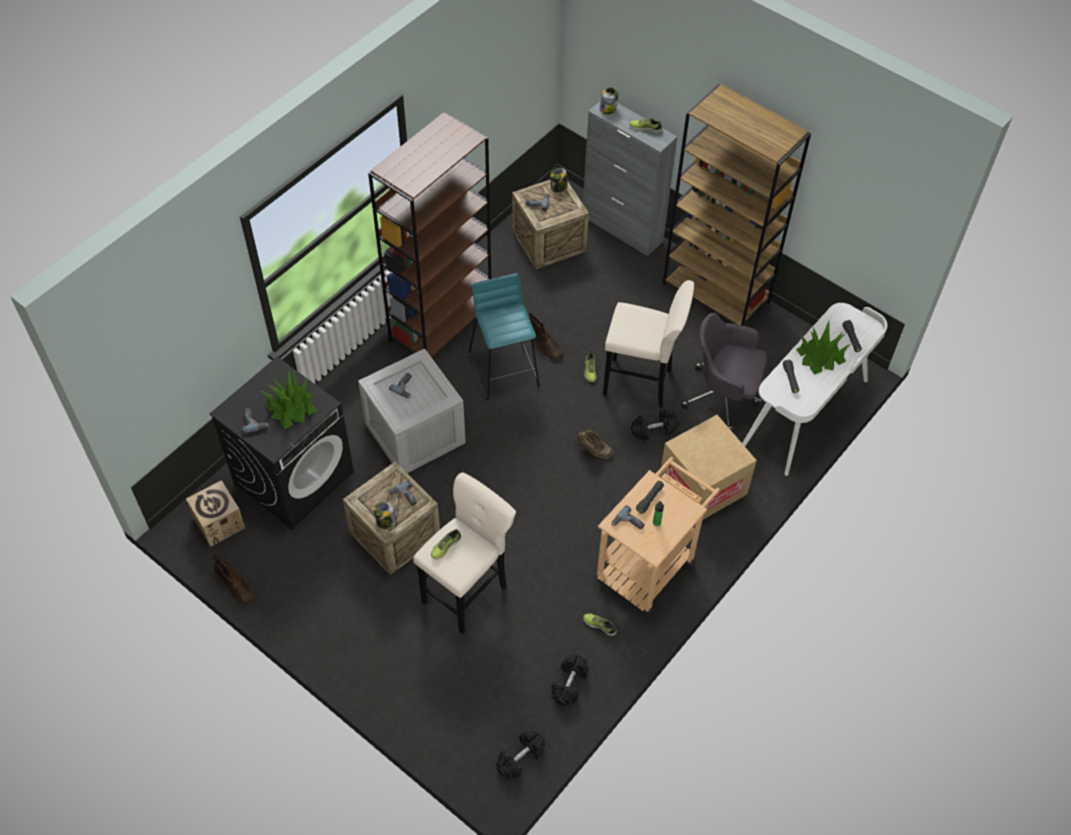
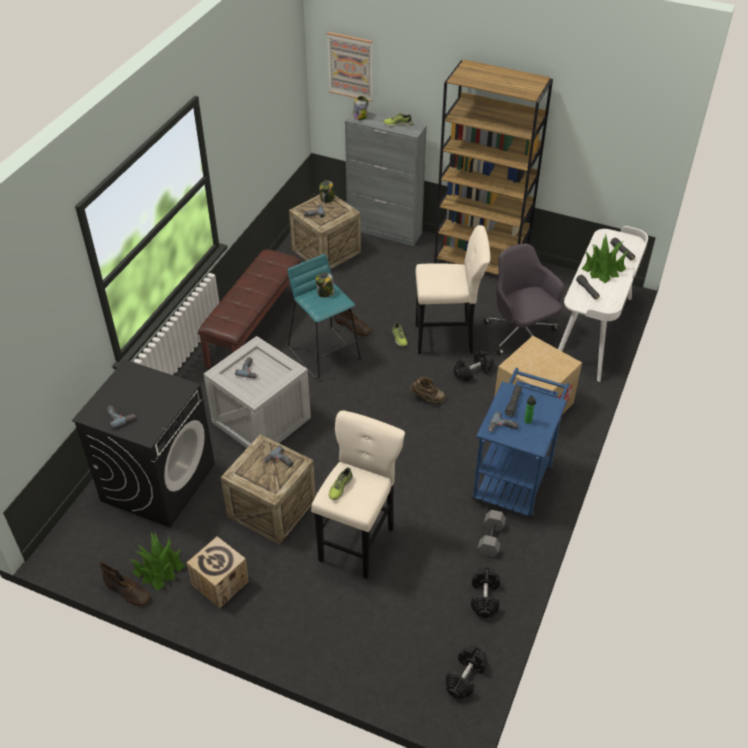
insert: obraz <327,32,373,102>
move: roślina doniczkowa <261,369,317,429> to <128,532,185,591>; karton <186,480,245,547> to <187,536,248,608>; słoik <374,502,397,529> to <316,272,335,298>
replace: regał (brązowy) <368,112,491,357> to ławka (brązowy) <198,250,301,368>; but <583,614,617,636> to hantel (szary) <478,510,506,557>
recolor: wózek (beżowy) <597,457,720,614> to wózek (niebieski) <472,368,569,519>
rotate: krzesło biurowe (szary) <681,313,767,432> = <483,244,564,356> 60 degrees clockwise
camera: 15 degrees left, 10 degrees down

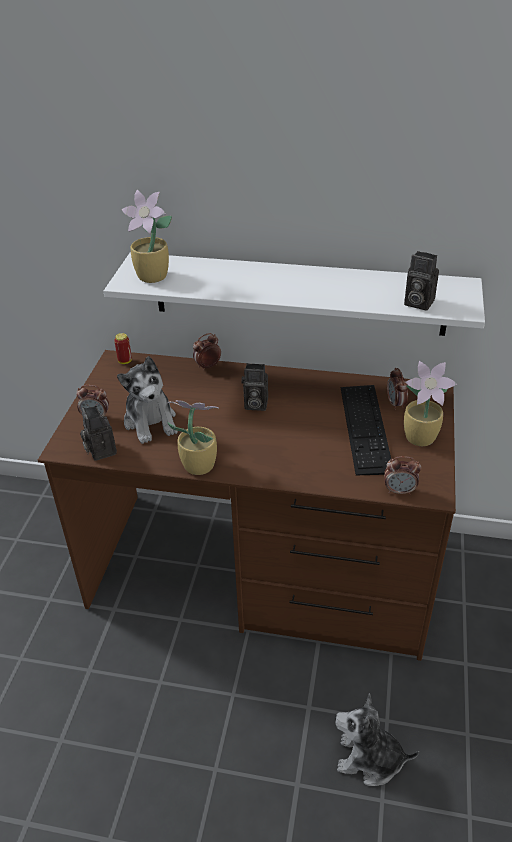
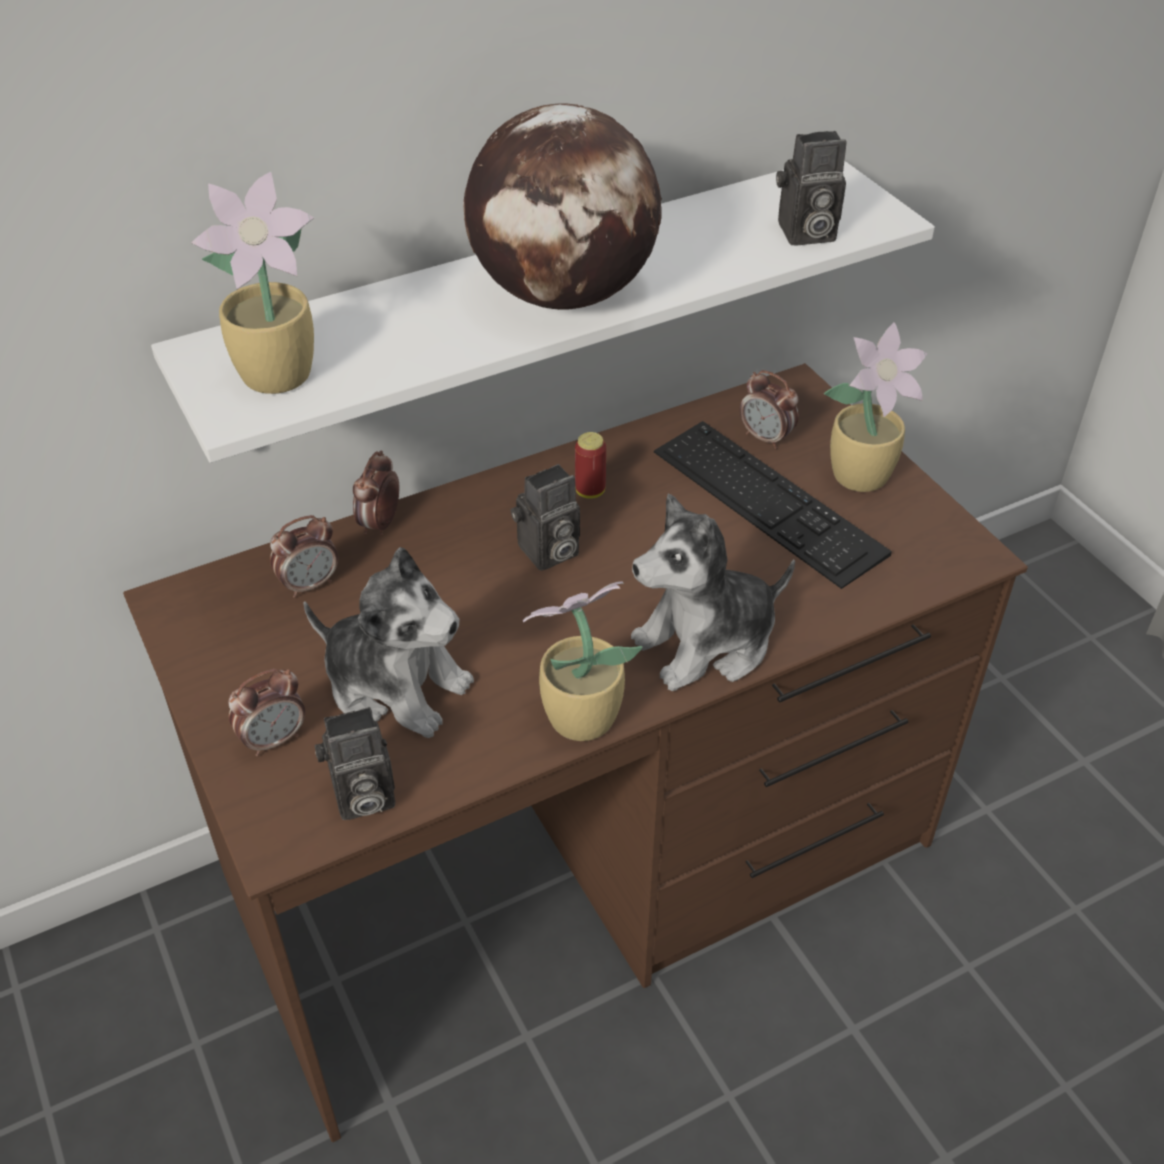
insert: globus <463,104,662,310>
move: budzik <384,456,421,495> to <270,515,339,598>; puszka <114,333,132,364> to <575,432,606,499>; pluszak <335,693,419,786> to <631,493,795,691>
rotate: aparat fotograficzny <80,406,117,461> = <315,707,395,820> 45 degrees counterclockwise
camera: 40 degrees left, 5 degrees up

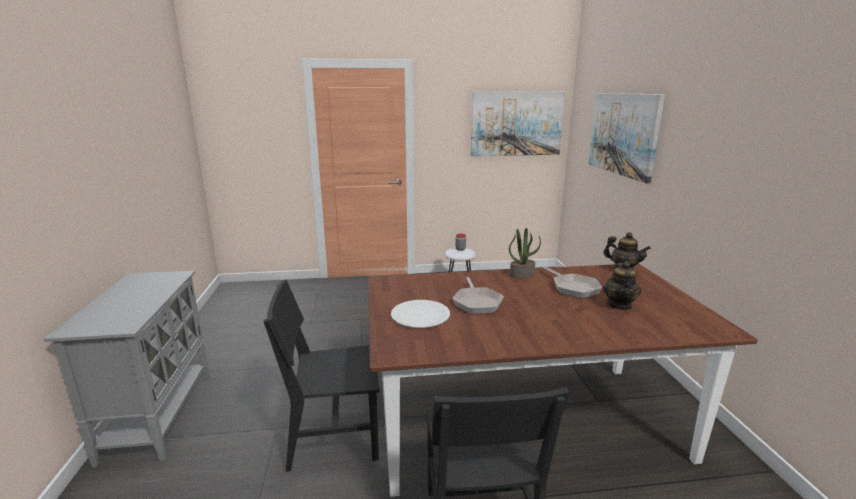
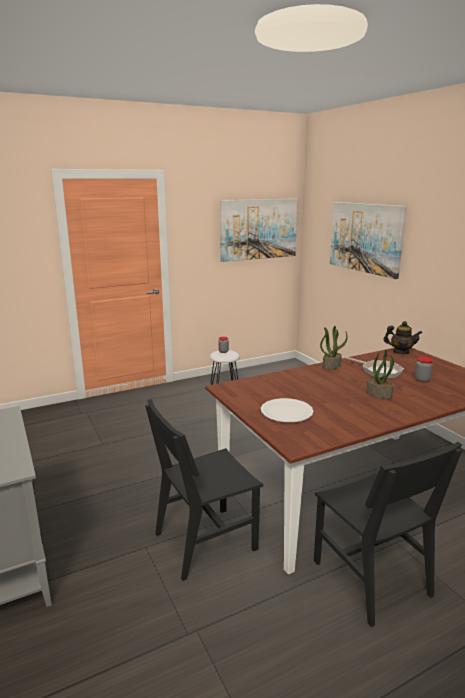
delete: patelnia <453,277,503,314>
insert: roślina doniczkowa <366,349,394,399>
replace: imbryk <603,261,641,310> to słoik <415,357,433,382>
camera: 20 degrees left, 0 degrees up

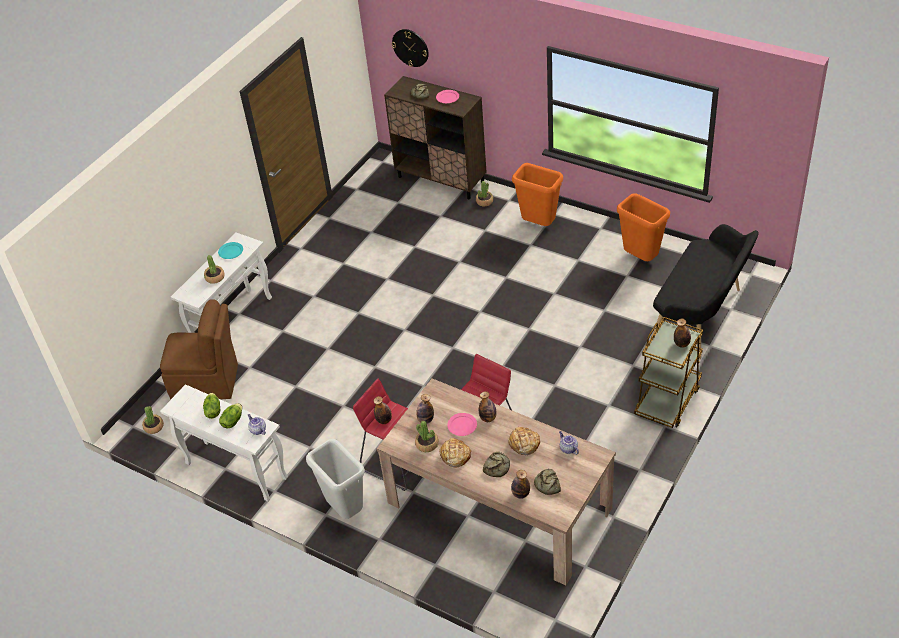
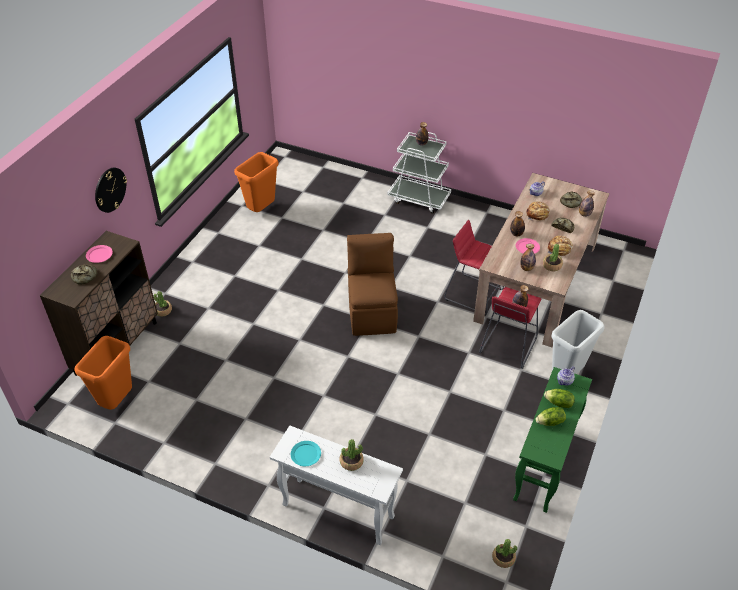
delete: ławka (czarny) <653,224,759,359>
move: kosz na śmieci (pomarańczowy) <512,163,563,226> to <74,336,132,410>; zegar ścienny <392,29,428,67> to <95,168,127,213>; krzesło (brązowy) <160,300,238,399> to <347,233,398,336>
recolor: wózek (brązowy) <634,317,703,428> to wózek (biały) <387,132,451,214>; stolik konsolowy (biały) <160,384,288,502> to stolik konsolowy (zielony) <513,367,592,513>
camera: 100 degrees left, 0 degrees up

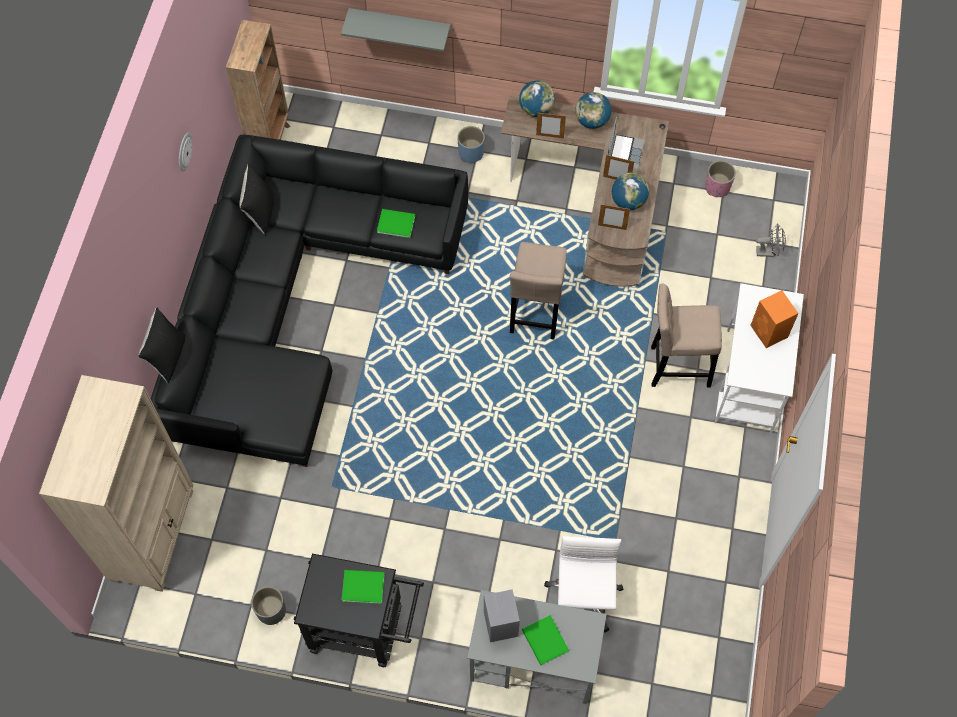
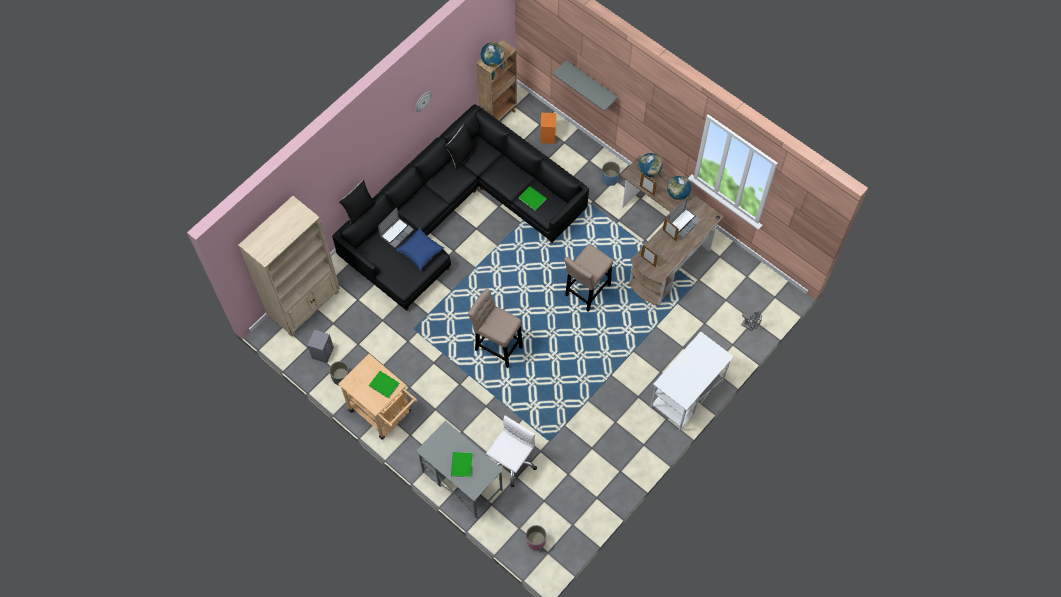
insert: laptop <378,208,414,248>; poduszka (niebieski) <396,228,444,270>
move: głośnik (szary) <484,589,520,642> to <307,330,334,363>; stołek (beżowy) <651,284,722,387> to <468,288,523,368>; globus <612,173,649,210> to <481,42,504,67>; donica (różowy) <705,160,736,197> to <526,525,547,550>; głośnik (pomarańczowy) <750,290,799,348> to <540,113,556,144>
recolor: wózek (czarny) <294,554,424,667> to wózek (beżowy) <338,354,417,439>
camera: 30 degrees right, 0 degrees up

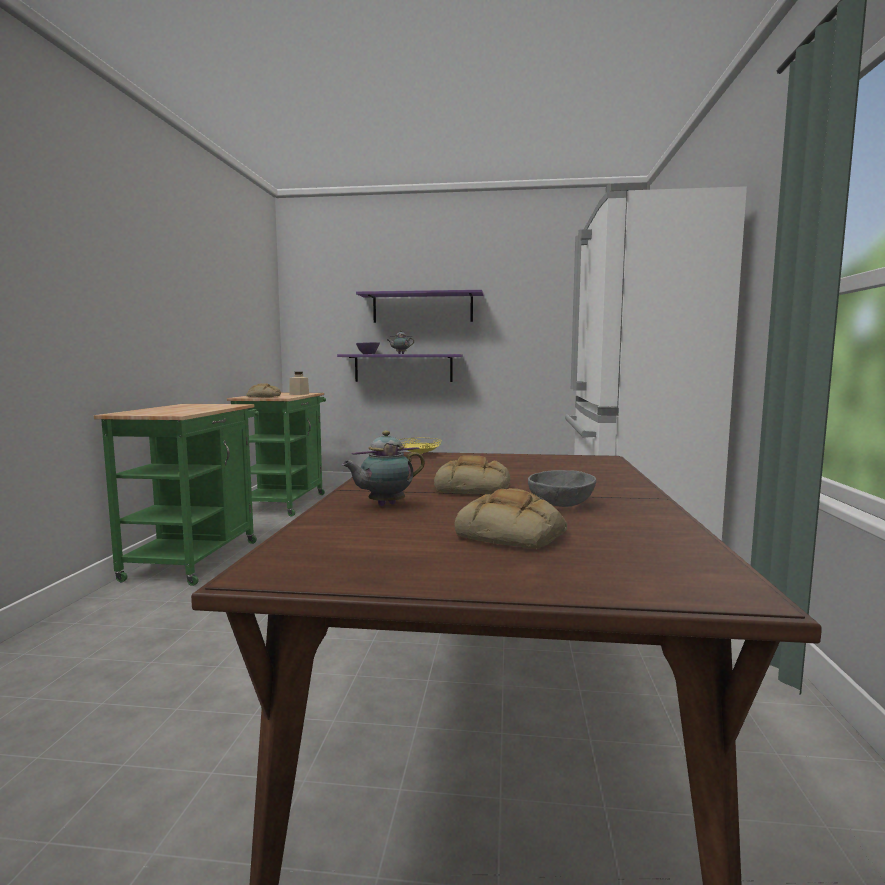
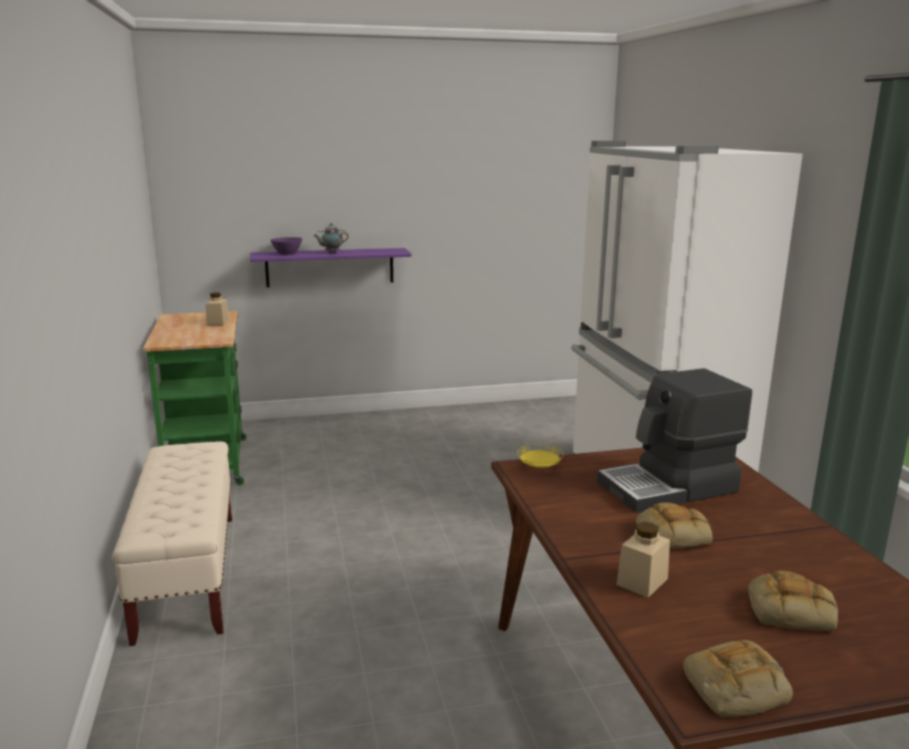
delete: półka (fioletowy) <356,290,484,323>; miska (szary) <528,470,596,507>
insert: ekspres do kawy <597,368,752,513>
move: chleb <246,383,281,398> to <683,640,793,717>
replace: wózek (zielony) <94,404,259,586> to ławka (beżowy) <112,441,232,646>; imbryk <342,430,425,506> to słoik (beżowy) <616,522,670,598>
camera: 20 degrees left, 10 degrees up

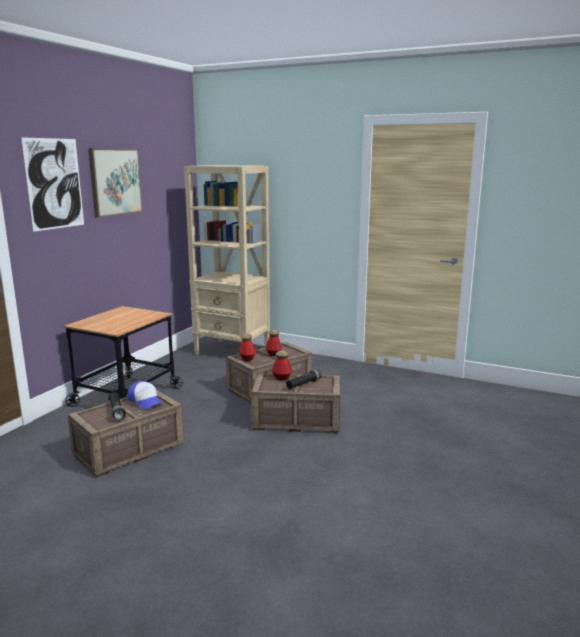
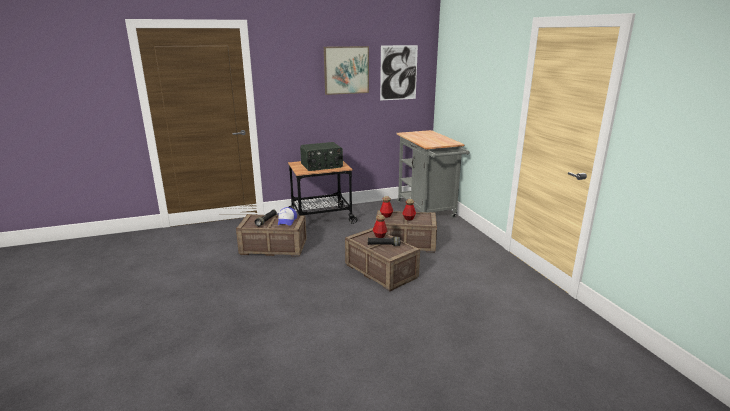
insert: radio <300,142,343,171>
move: obraz <21,137,84,232> to <380,45,418,101>
replace: regał (beżowy) <184,165,270,354> to wózek (szary) <397,130,470,218>
camera: 45 degrees right, 5 degrees up

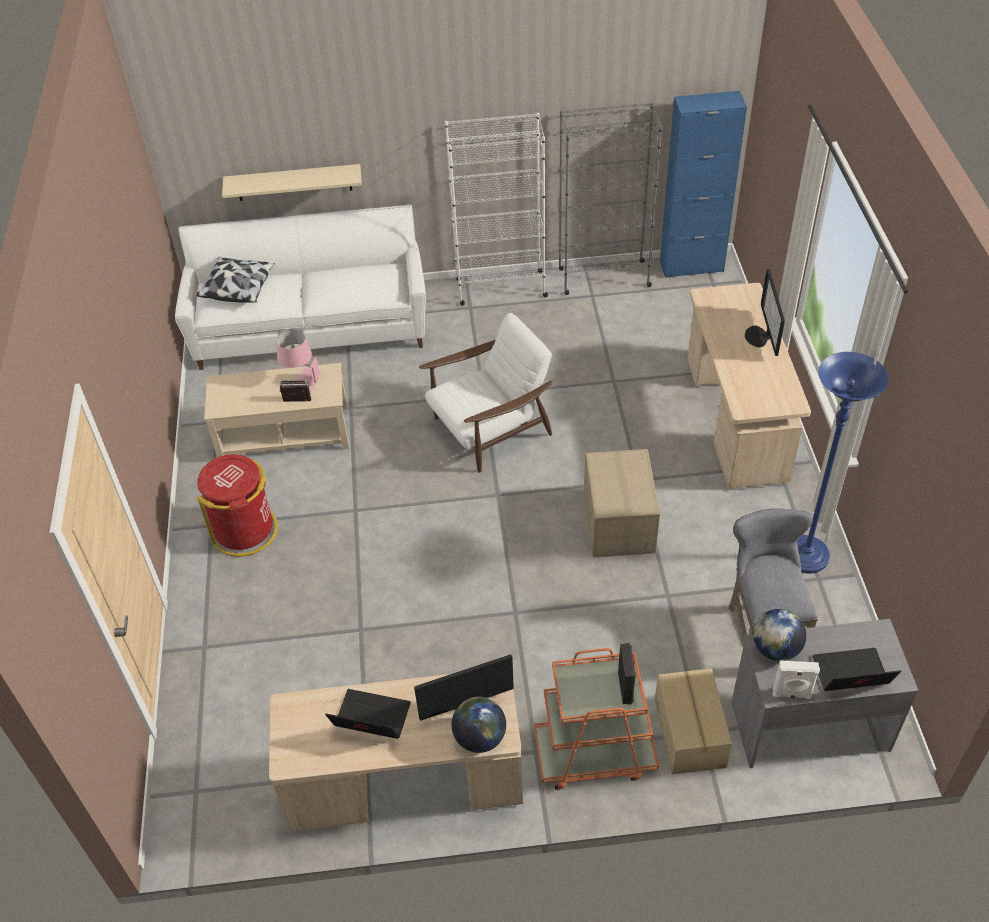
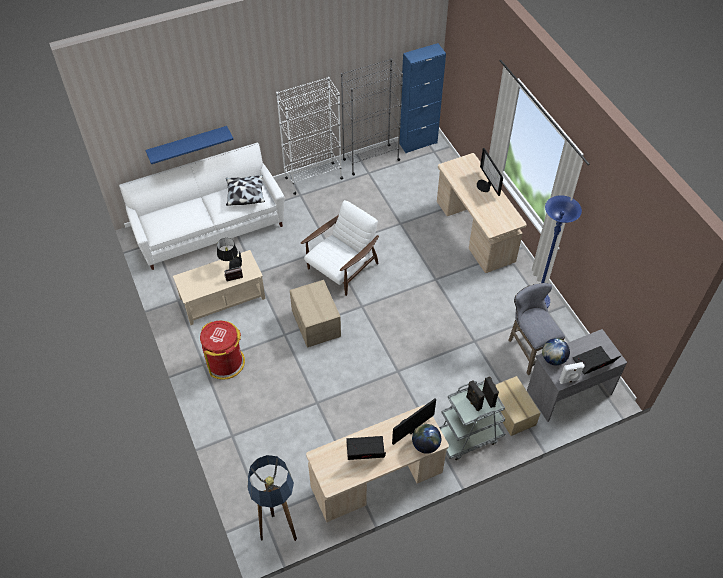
insert: lampa stojąca <247,455,297,541>; głośnik (czarny) <466,380,485,411>
move: poduszka <196,257,275,303> to <226,175,265,206>; karton <584,449,660,557> to <290,280,341,348>
recolor: półka (beżowy) <222,164,362,201> to półka (niebieski) <145,126,234,164>; lampa stołowa (różowy) <277,329,322,391> to lampa stołowa (czarny) <217,238,242,269>; wózek (pomarańczowy) <534,648,659,790> to wózek (szary) <439,381,506,460>
camera: 20 degrees left, 5 degrees up

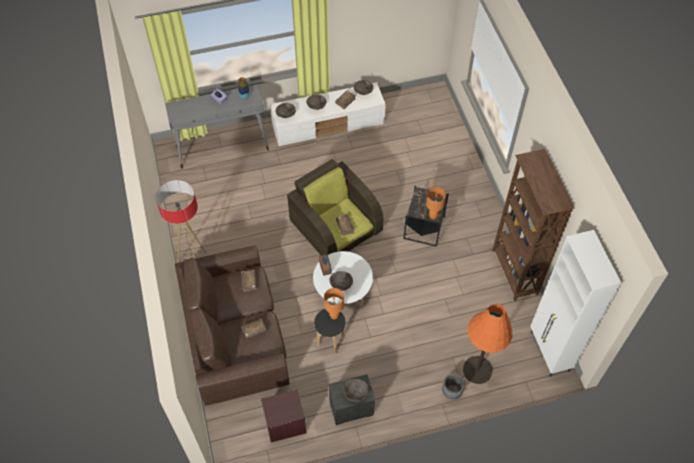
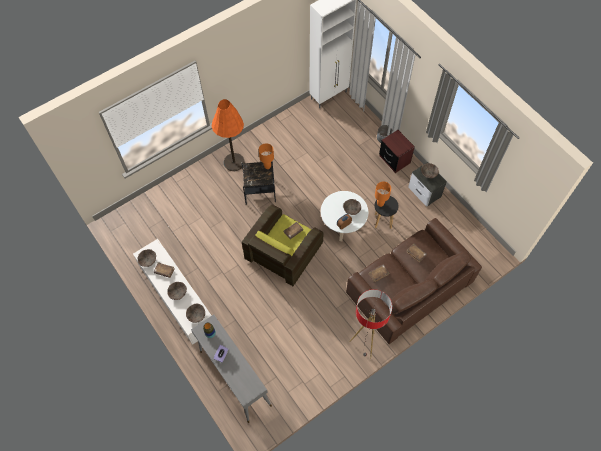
delete: regał (brązowy) <492,149,575,301>
move: lampa stojąca (pomarańczowy) <463,304,512,384> to <212,99,245,171>; szafka nocna (brązowy) <261,390,306,443> to <379,130,415,173>
camera: 110 degrees left, 5 degrees up

